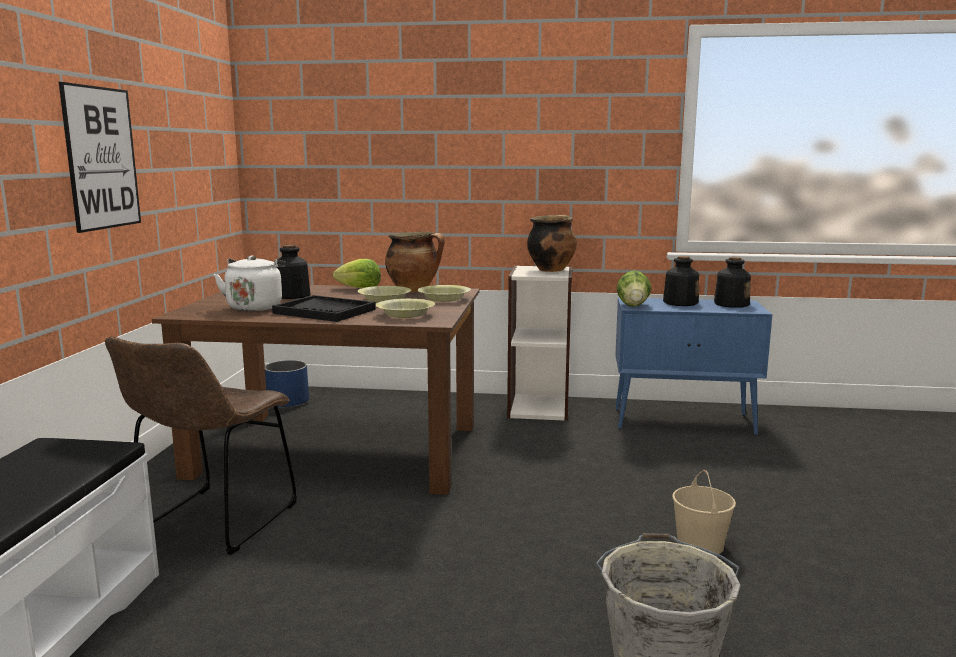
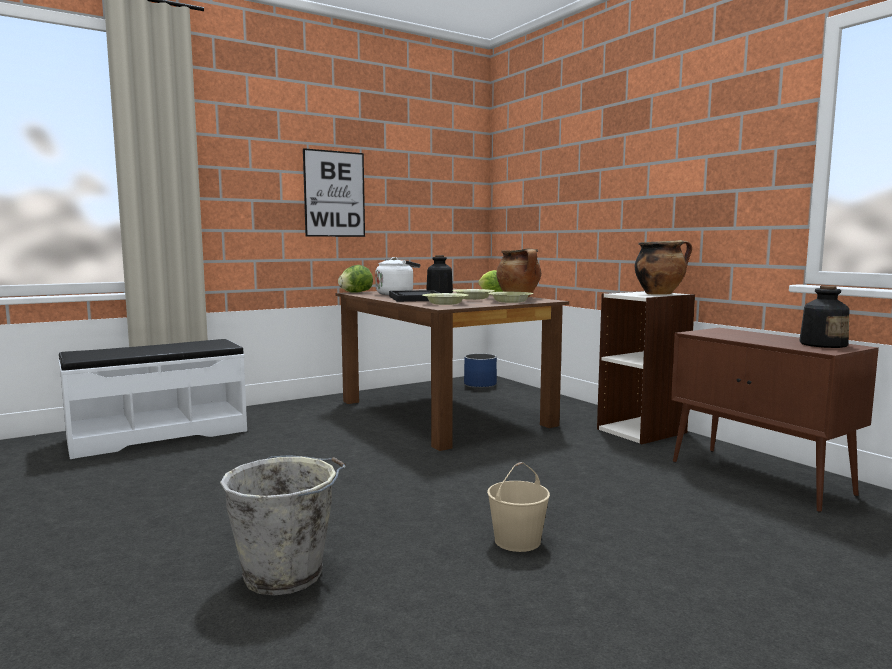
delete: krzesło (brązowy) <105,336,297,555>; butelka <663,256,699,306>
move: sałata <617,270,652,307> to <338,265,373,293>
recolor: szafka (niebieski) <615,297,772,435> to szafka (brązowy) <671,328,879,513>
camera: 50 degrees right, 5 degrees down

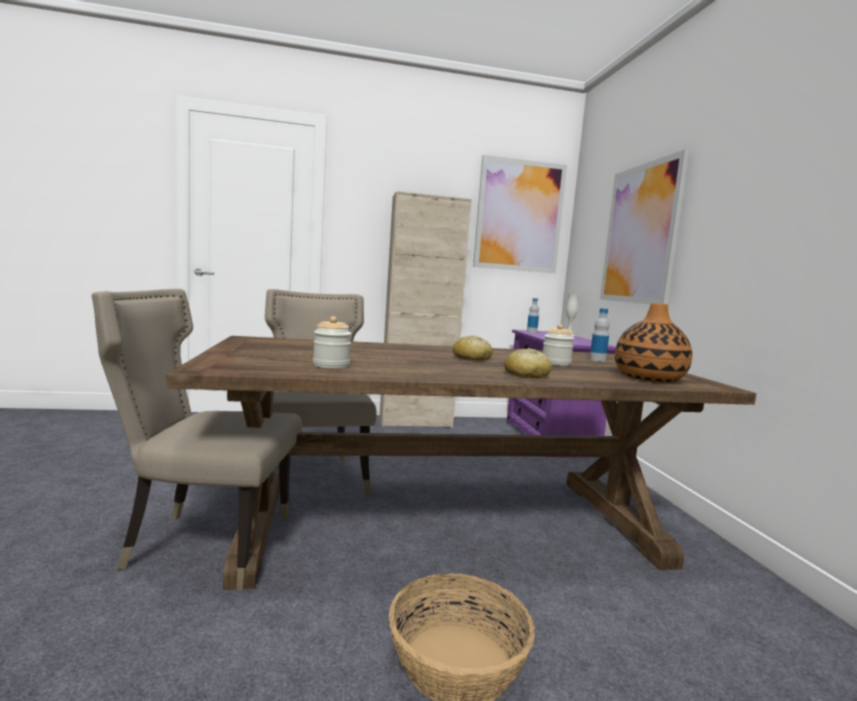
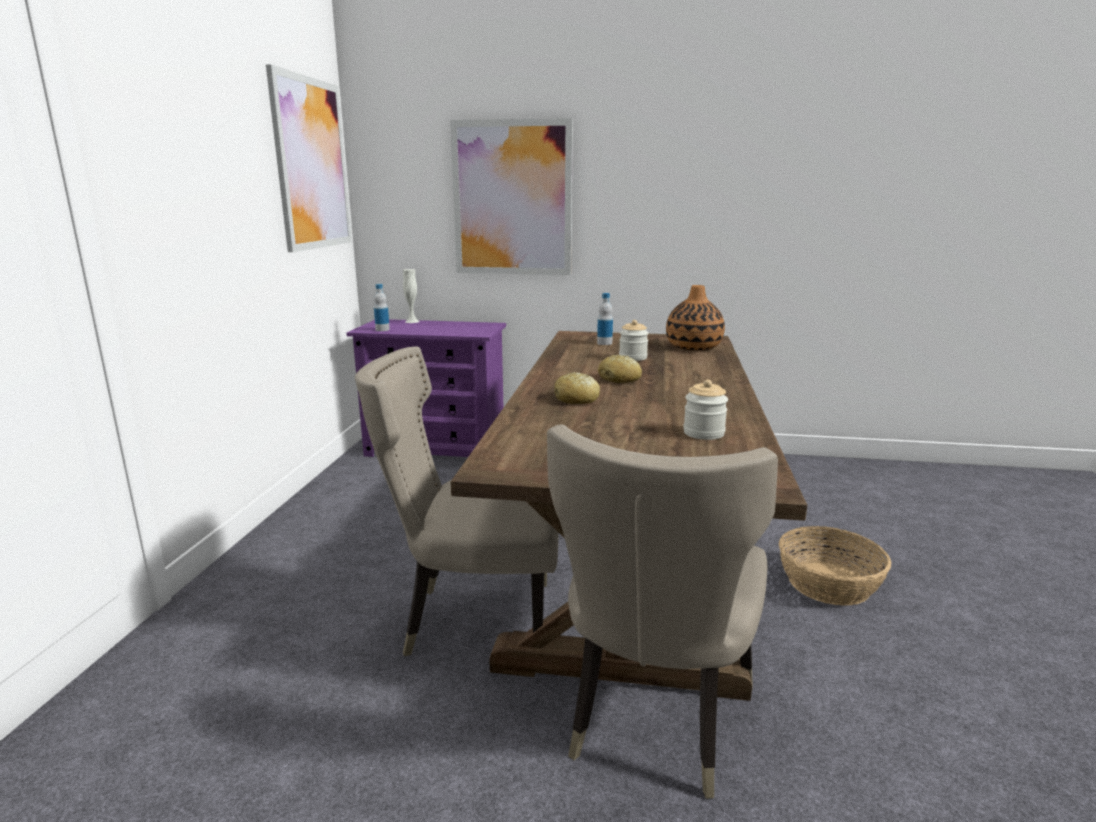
delete: szafka (beżowy) <380,191,472,428>
move: chleb <504,348,552,378> to <554,372,600,404>
camera: 70 degrees left, 10 degrees up

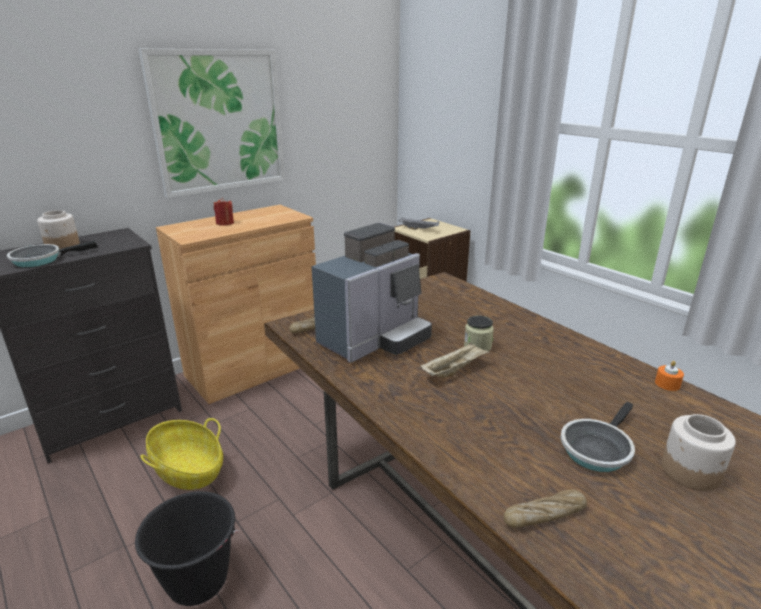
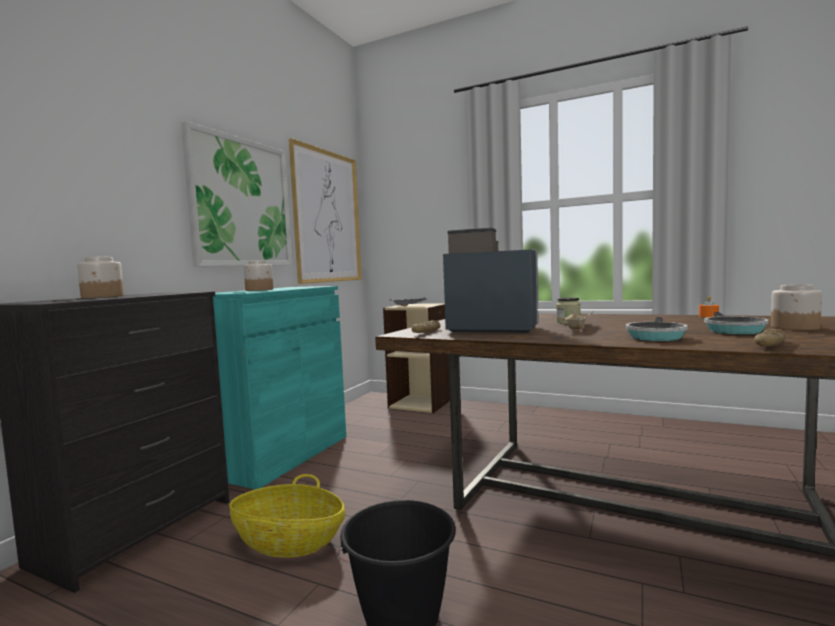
insert: obraz <289,138,362,284>
move: patelnia <7,240,98,267> to <626,317,688,341>
replace: świeca (czerwony) <214,198,234,226> to słoik <244,261,273,291>
recolor: szafka (brązowy) <156,205,316,404> to szafka (turkusowy) <213,286,346,489>
rotate: ekspres do kawy <312,223,432,362> = <443,228,539,333> 90 degrees counterclockwise
camera: 25 degrees left, 20 degrees down

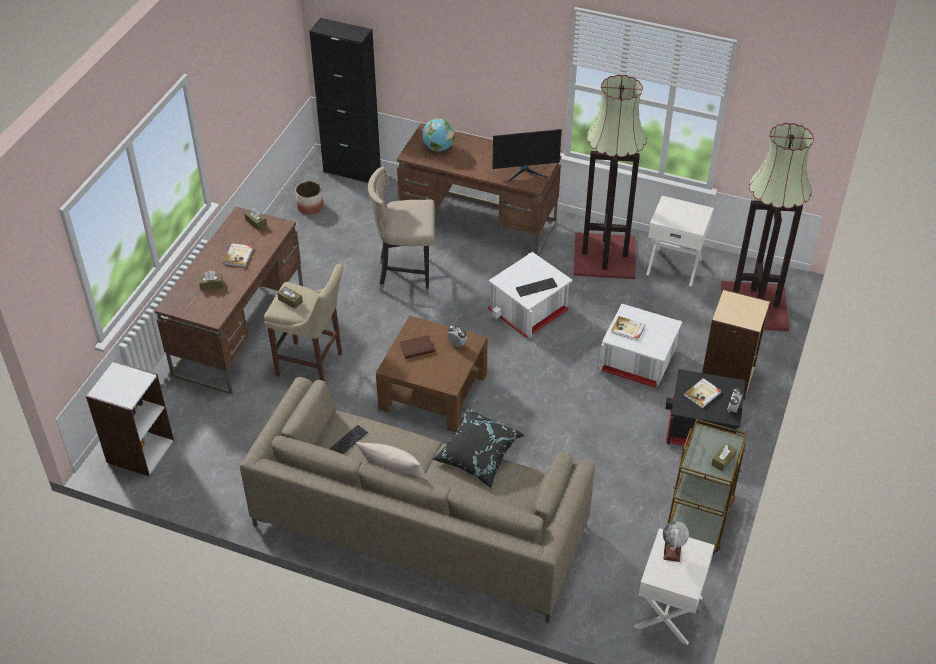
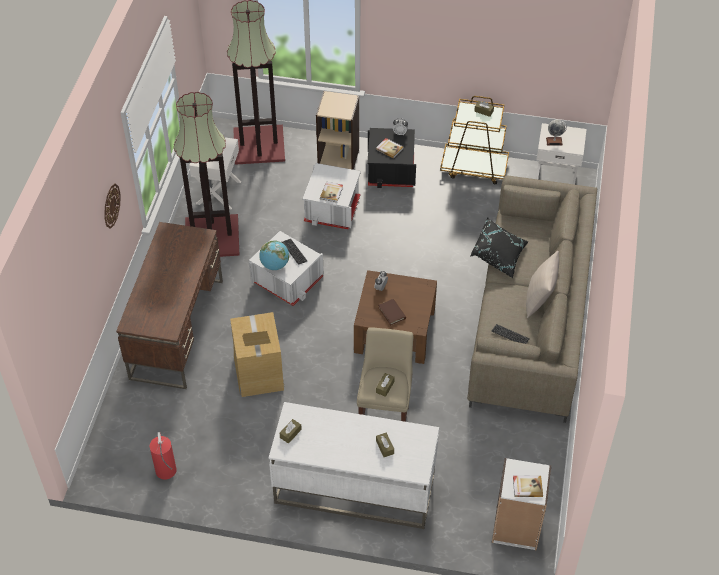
delete: szafka (czarny) <309,18,381,183>; monitor <493,129,562,182>
insert: zegar ścienny <104,183,121,229>
move: globus <422,118,455,151> to <259,240,289,270>; książka <223,243,253,267> to <513,476,543,497>
replace: donica <295,181,323,214> to gaśnica <150,432,177,479>; stołek (beżowy) <368,167,435,295> to karton <230,312,284,397>
recolor: biurko (brązowy) <155,207,303,394> to biurko (biały) <269,402,439,529>
camera: 100 degrees left, 5 degrees up

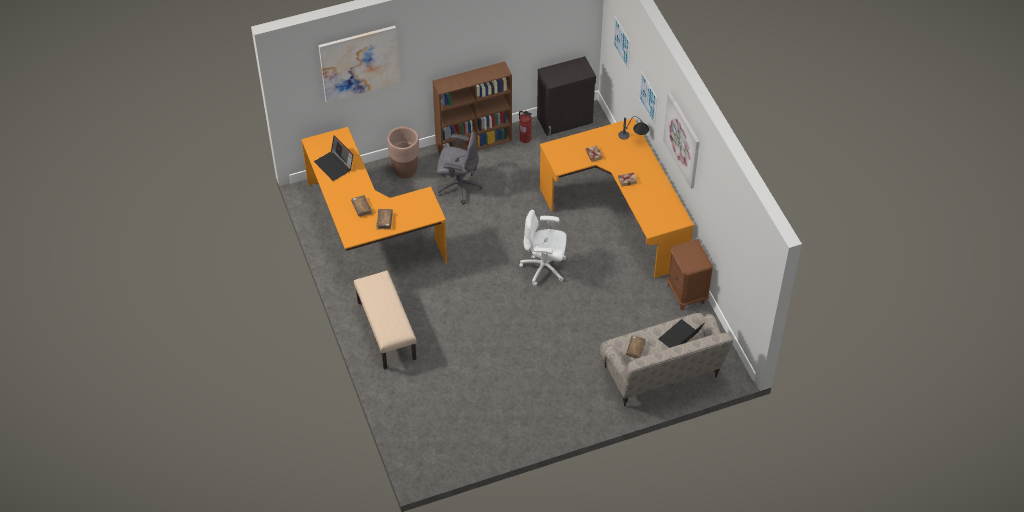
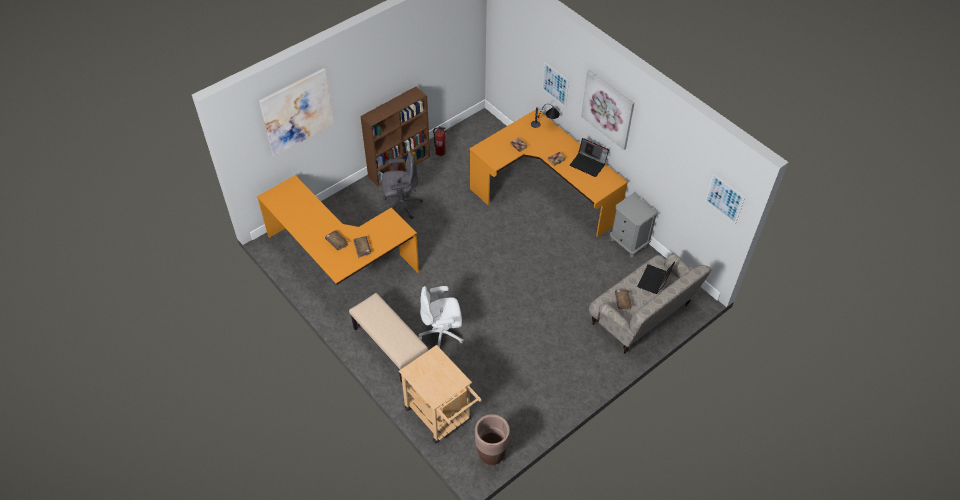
delete: szafka (czarny) <537,56,596,136>
insert: wózek (beżowy) <399,345,482,444>
move: krzesło biurowe (biały) <520,210,566,286> to <419,286,464,348>; donica (brązowy) <387,126,419,179> to <475,414,510,465>; laptop <314,136,353,181> to <570,138,609,177>; obraz <613,16,630,70> to <705,174,745,224>
recolor: szafka nocna (brązowy) <667,239,713,310> to szafka nocna (szary) <610,193,658,258>
camera: 20 degrees left, 0 degrees up

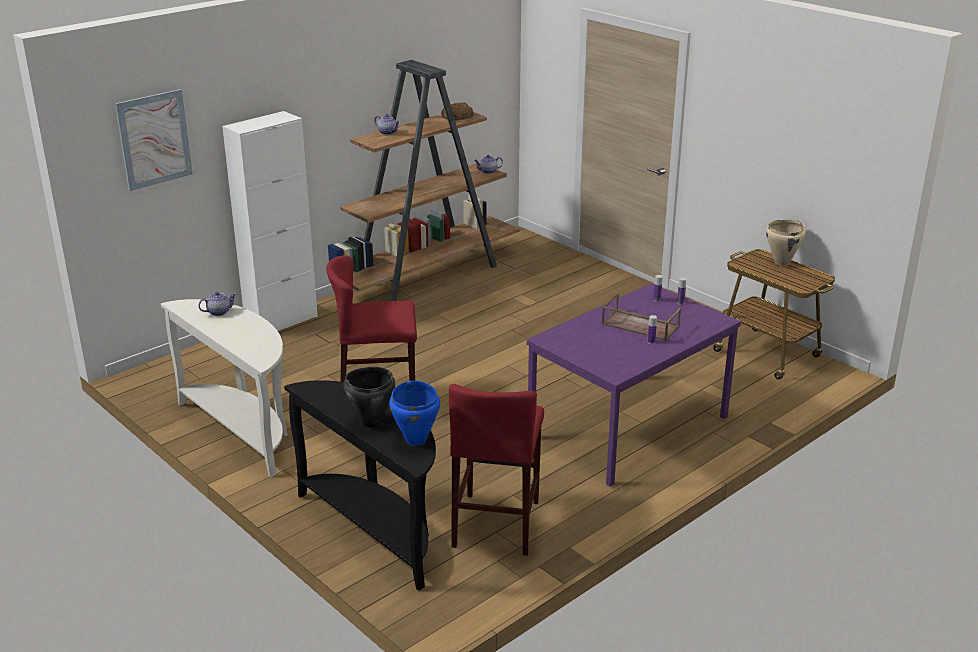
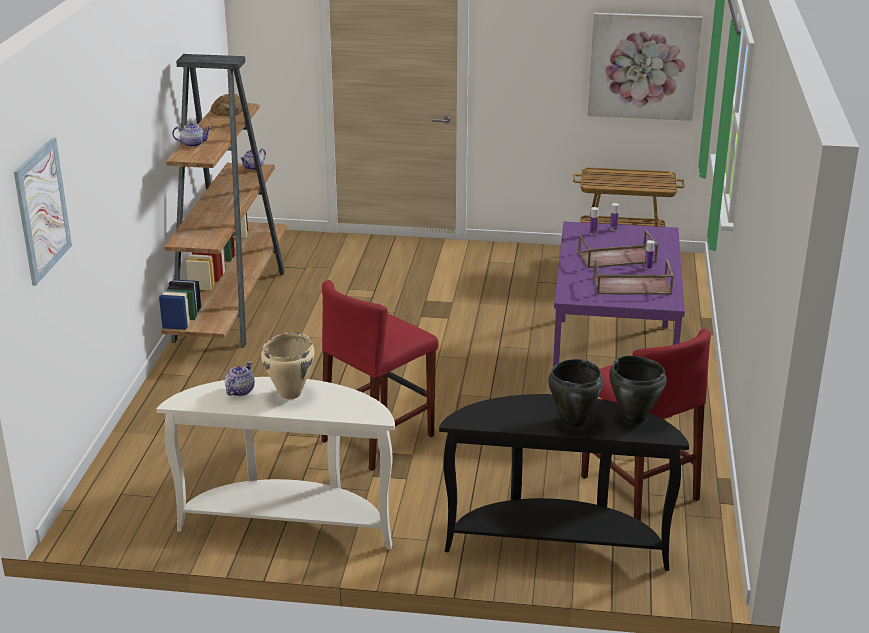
delete: szafka (biały) <222,111,318,331>
insert: obraz <588,13,702,121>; taca (brązowy) <593,259,674,295>
move: garnek (beżowy) <766,220,806,266> to <261,332,315,399>
recolor: garnek (niebieski) <389,381,440,446> to garnek (czarny) <609,356,667,424>
camera: 40 degrees left, 0 degrees up

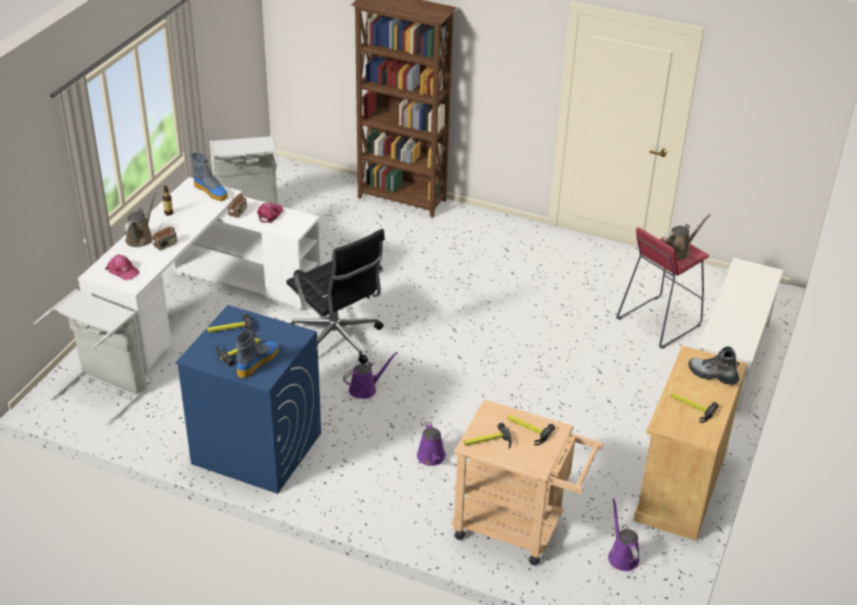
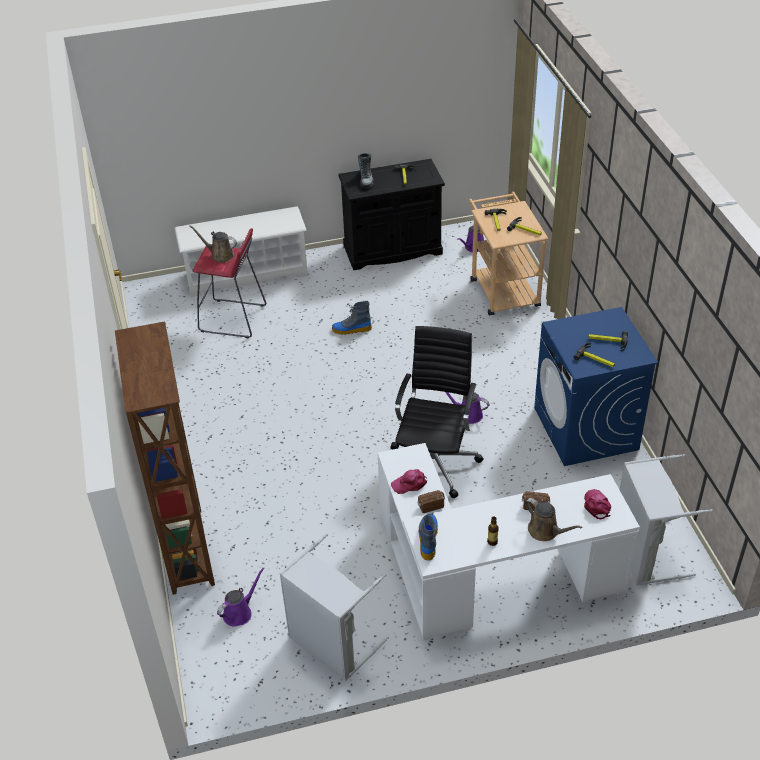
move: konewka (fioletowy) <417,421,446,466> to <217,568,264,627>; but z cholewką <236,330,279,378> to <332,301,372,335>
recolor: szafka (beżowy) <633,345,747,541> to szafka (czarny) <338,159,445,270>
rotate: konewka (brązowy) <124,191,156,247> = <525,498,582,541> 120 degrees counterclockwise
camera: 125 degrees left, 5 degrees up

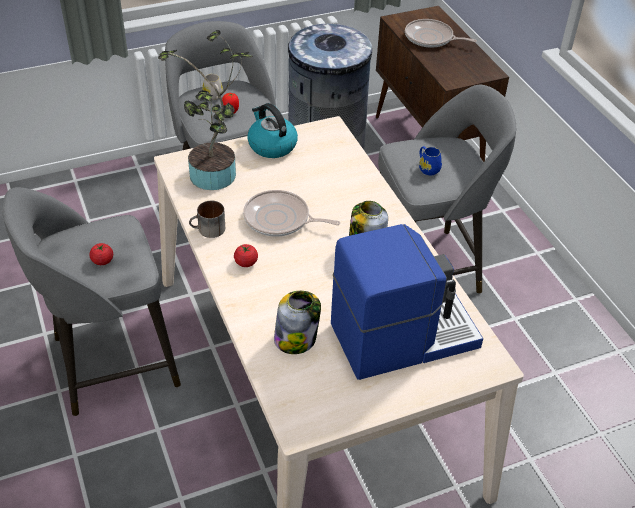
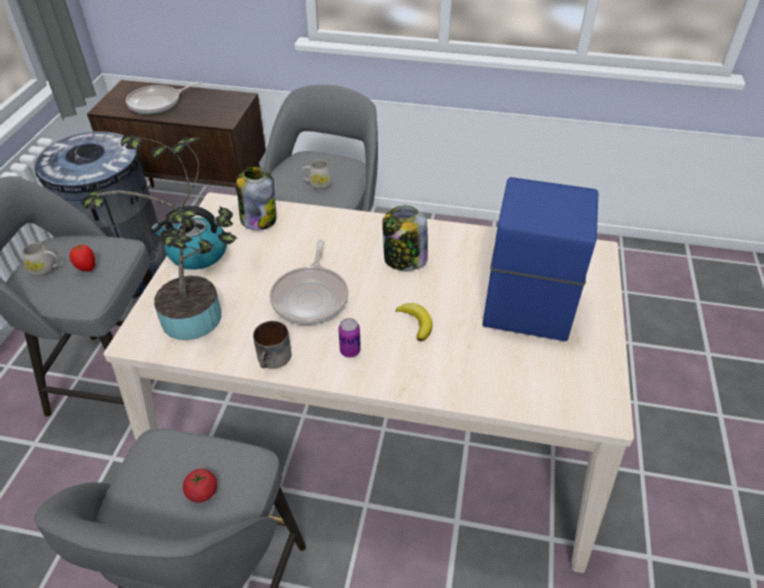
insert: banan <396,303,433,341>
move: słoik <274,291,321,354> to <237,167,276,230>
replace: pomidor <234,244,258,267> to puszka <338,318,361,358>
recolor: kubek (niebieski) <419,146,442,175> to kubek (biały) <302,160,332,190>
rotate: patelnia <243,190,340,237> = <270,240,348,325> 45 degrees counterclockwise
camera: 55 degrees left, 0 degrees up

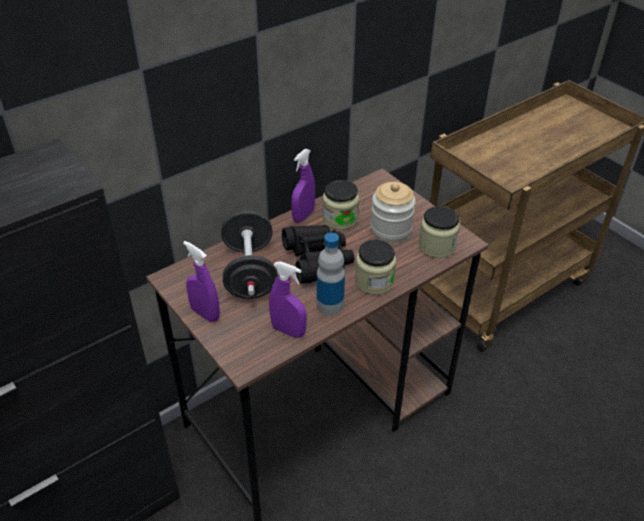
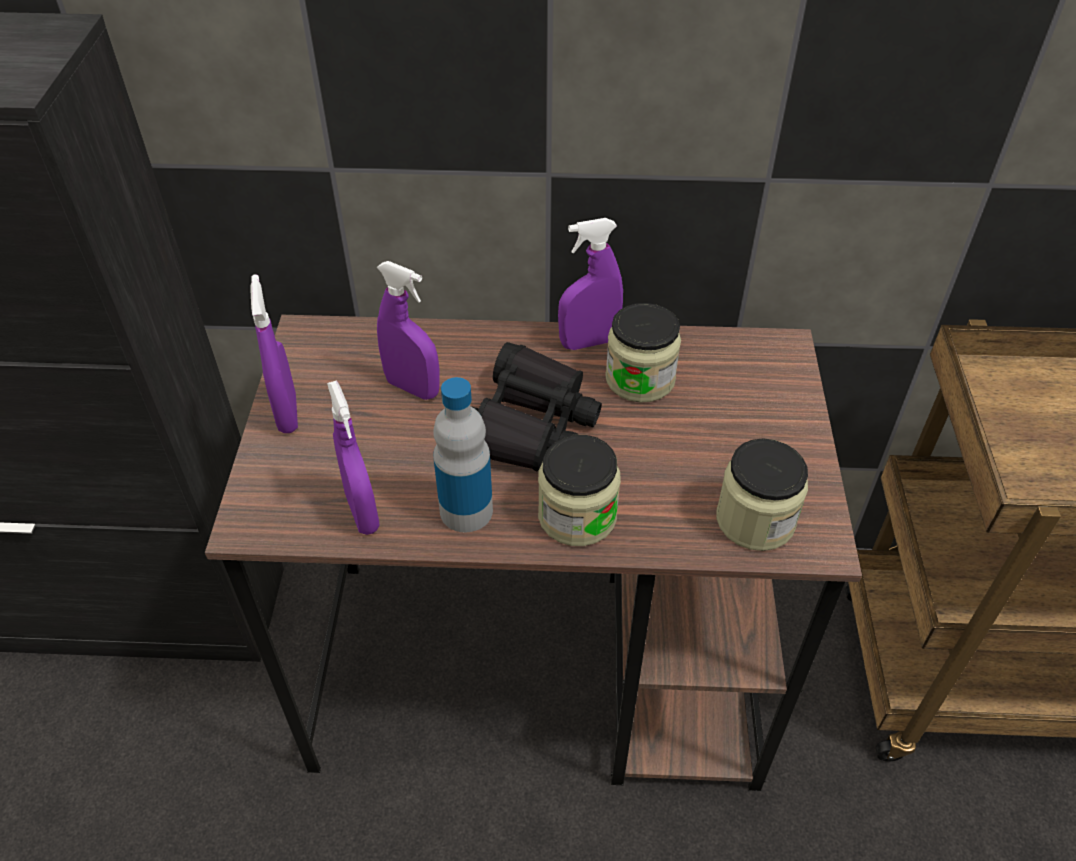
delete: słoik <371,182,416,242>
replace: hantel (czarny) <221,210,278,299> to spryskiwacz (fioletowy) <377,261,440,400>
camera: 40 degrees right, 5 degrees up

